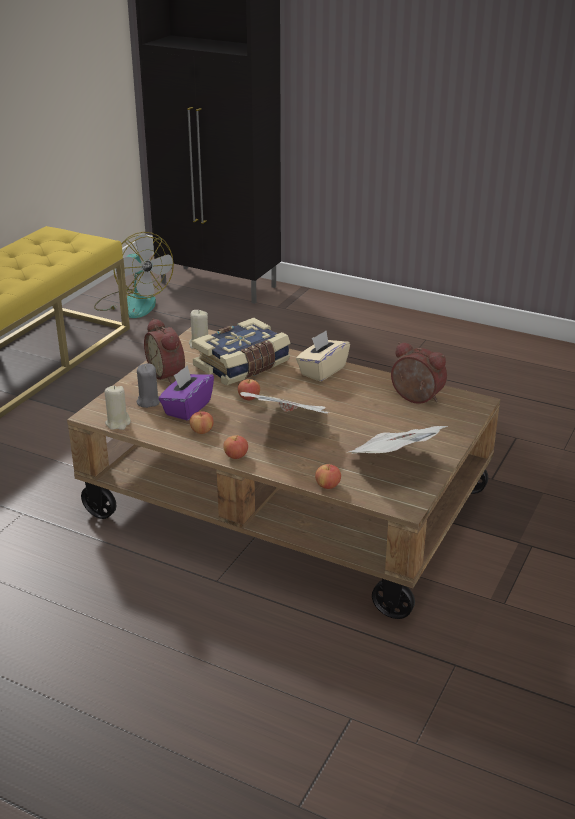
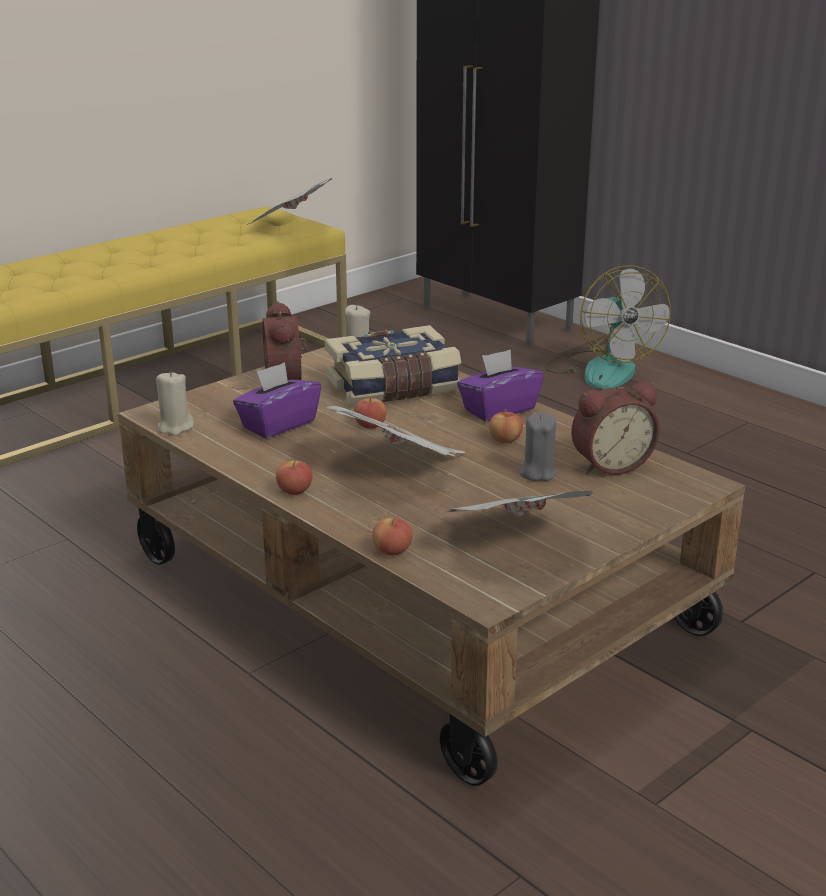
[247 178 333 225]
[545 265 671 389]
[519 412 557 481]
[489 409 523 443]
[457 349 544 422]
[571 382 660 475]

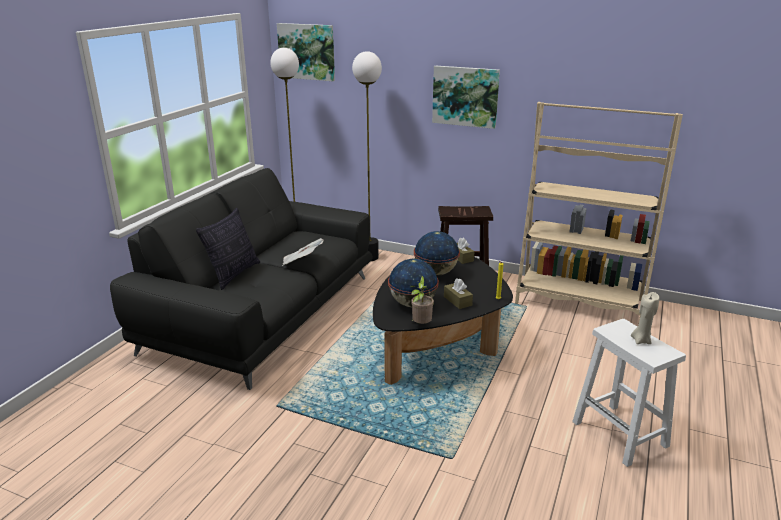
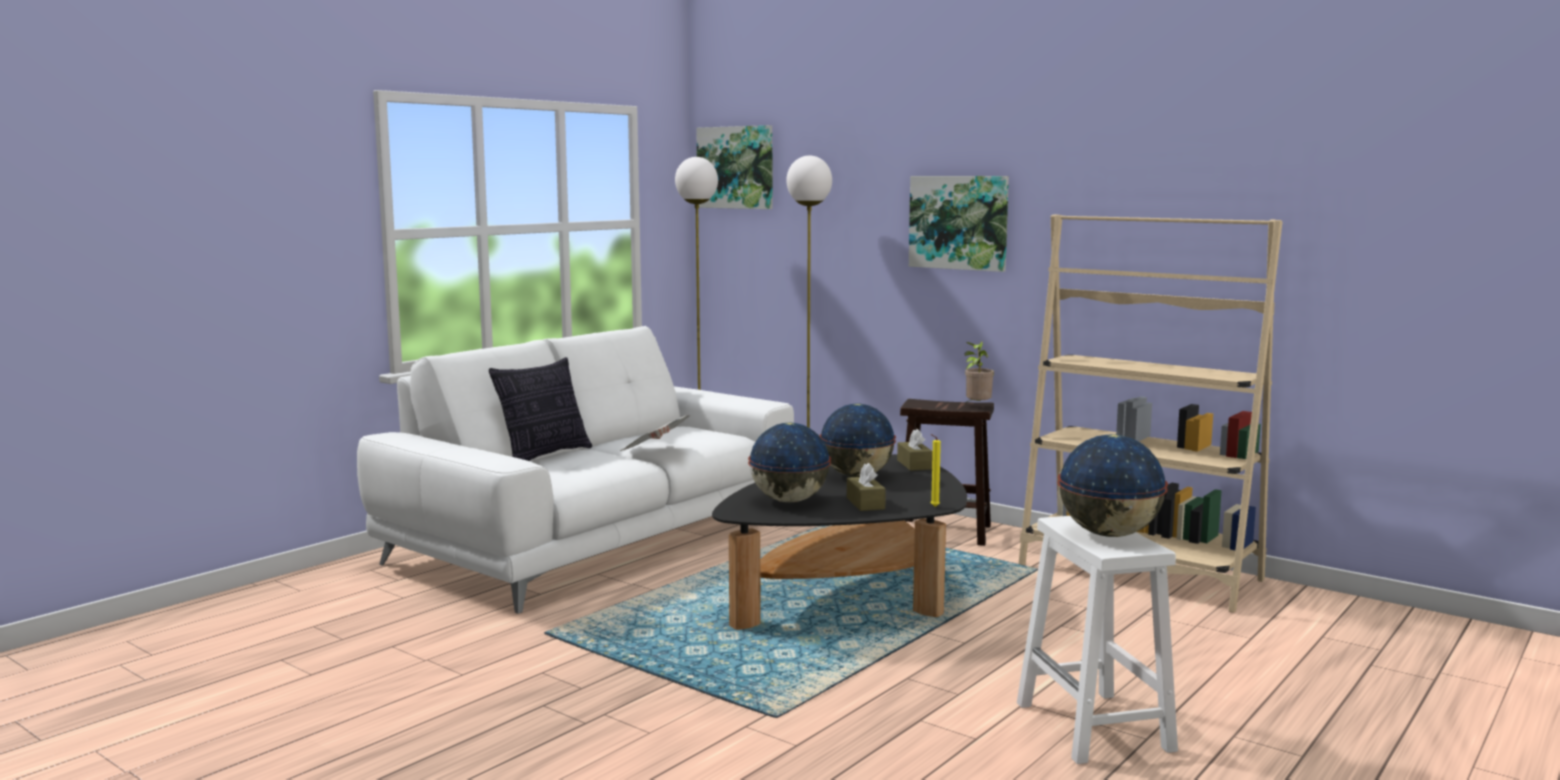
[965 341 994 404]
[1057 434 1168 537]
[357 326 794 614]

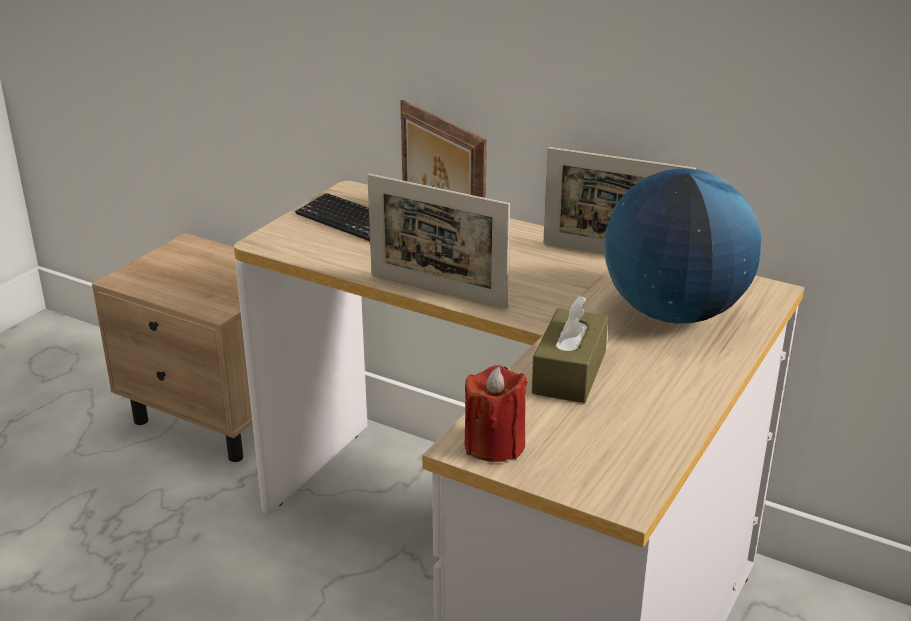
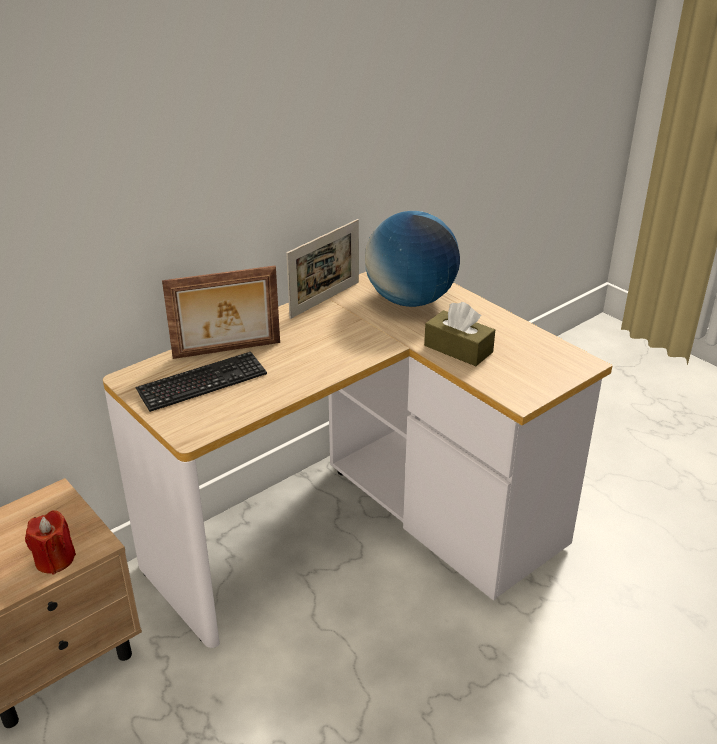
[367 174 510 309] (first image)
[25 510 76 574]

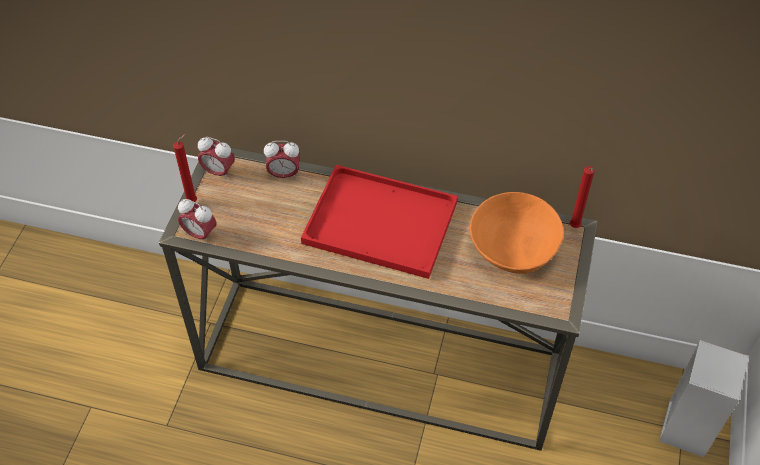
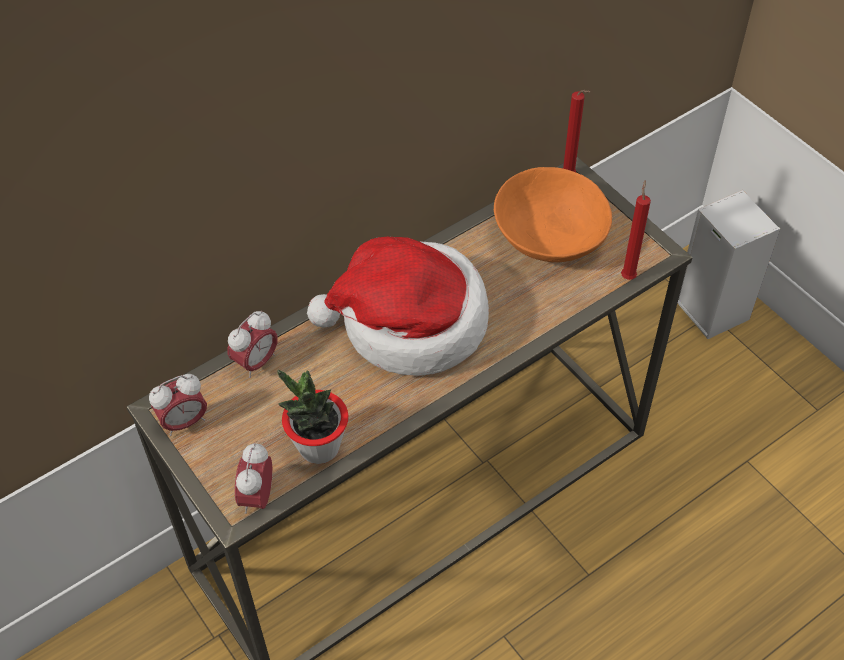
[277 369 348 464]
[621 180 651 280]
[307 236 489 376]
[235 443 272 514]

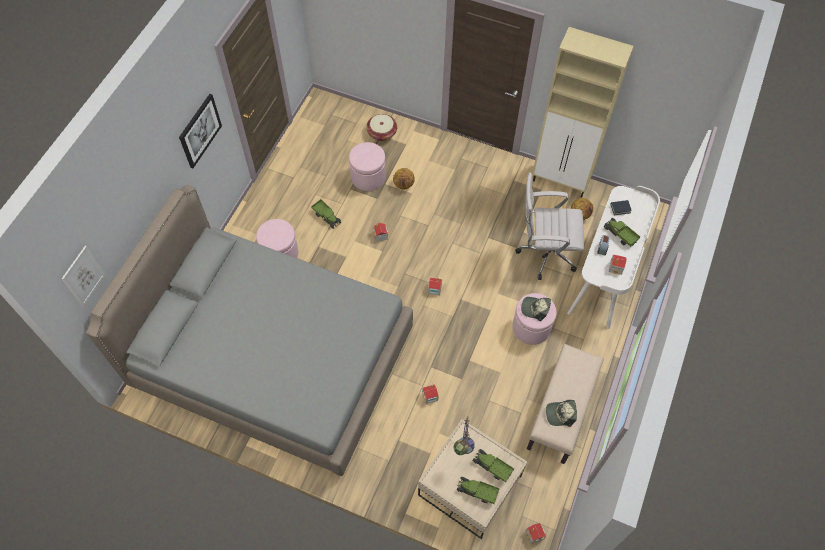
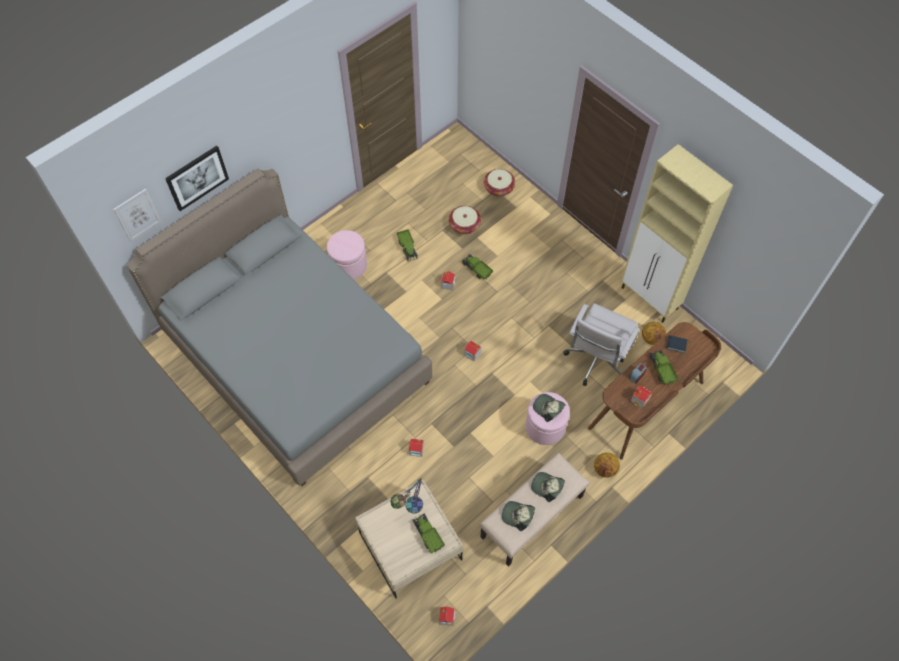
[531 472 565 502]
[165 146 229 211]
[594 453 620 477]
[462 254 493 279]
[449 206 481 234]
[588 322 721 460]
[563 303 640 386]

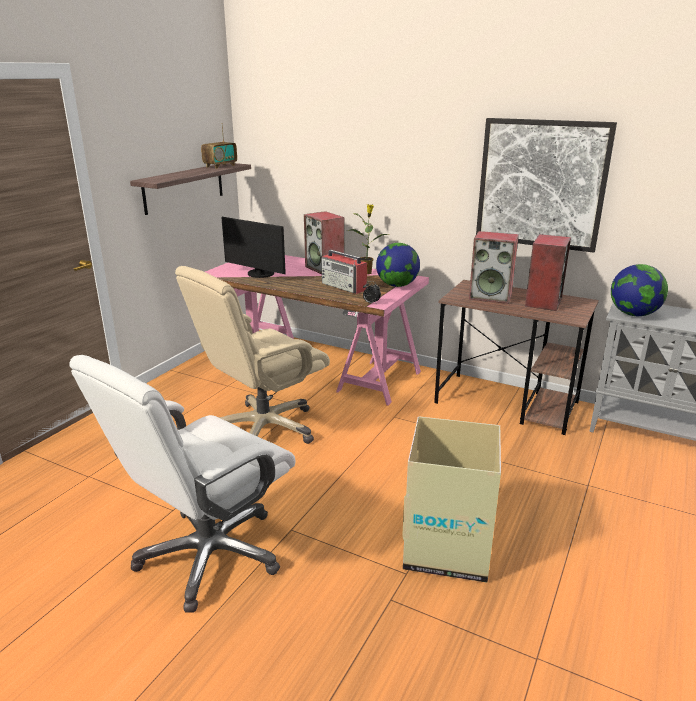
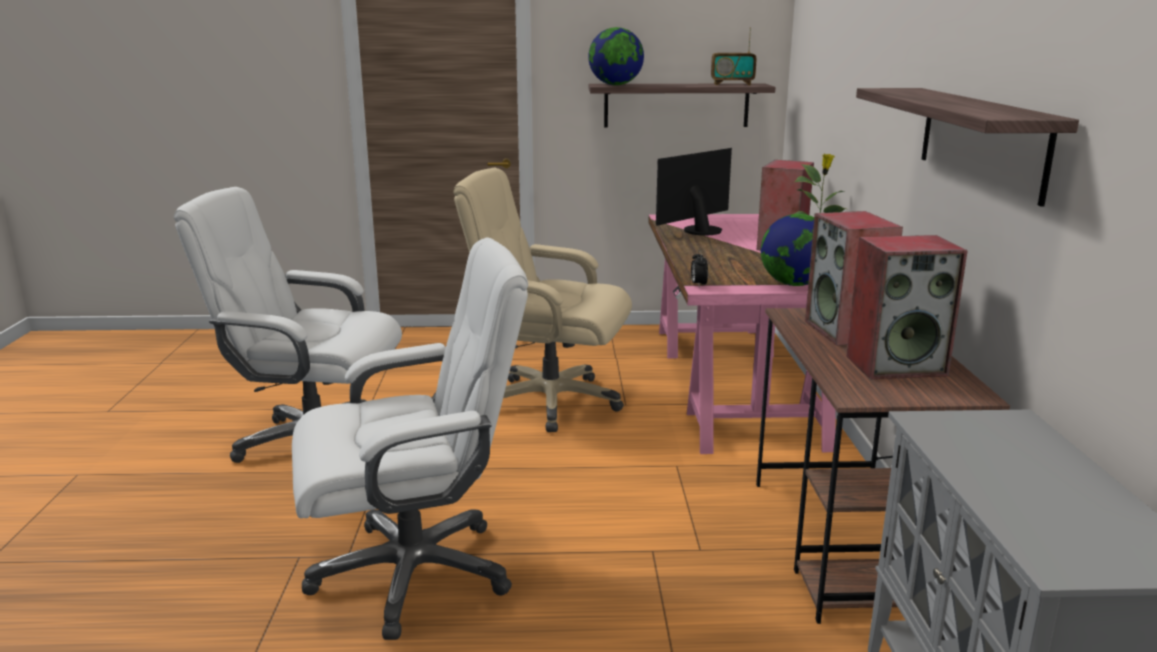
[321 250 367 294] (first image)
[588 27 644 85]
[292 238 528 640]
[856 88 1079 207]
[656 148 732 236]

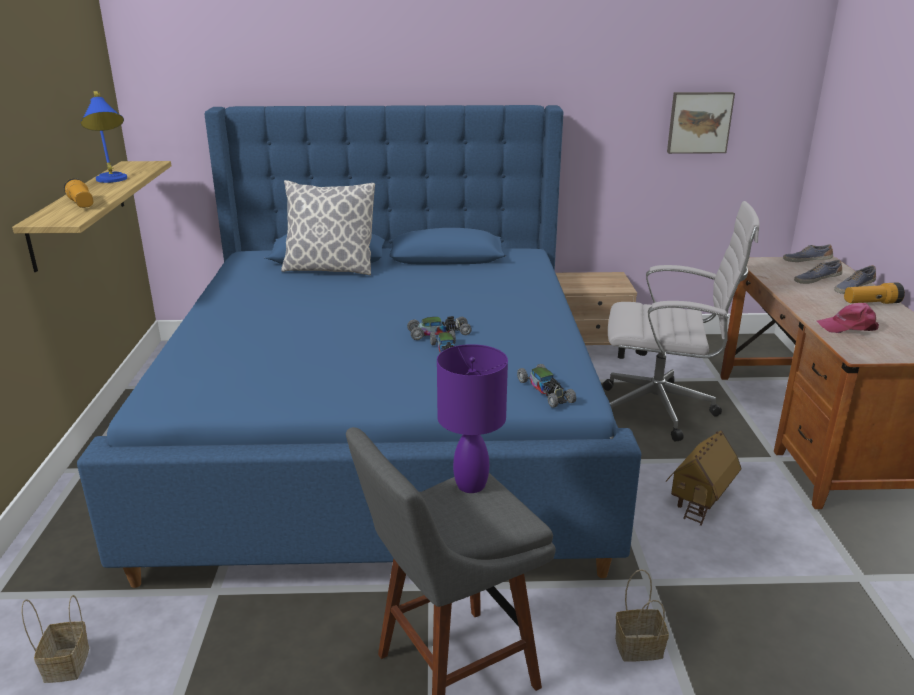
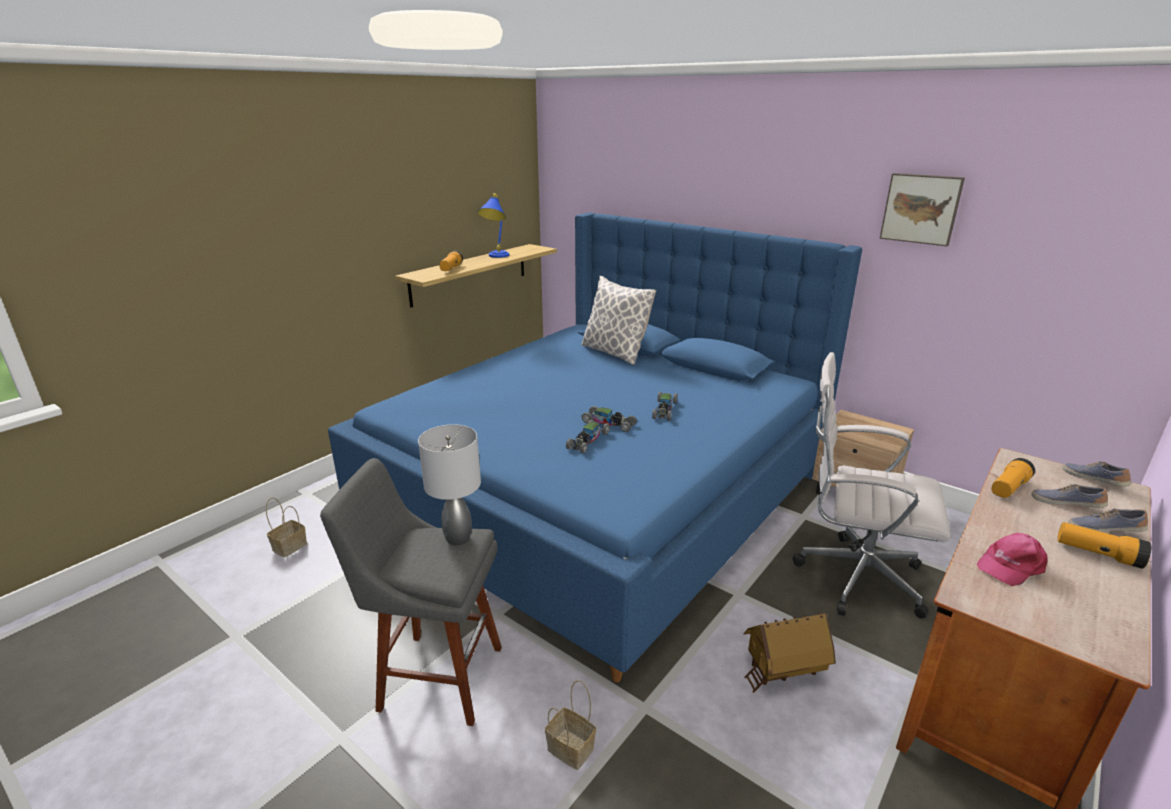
[991 458 1035 498]
[652 392 678 421]
[880 173 965 246]
[418 425 481 545]
[793 352 951 619]
[977 533 1047 586]

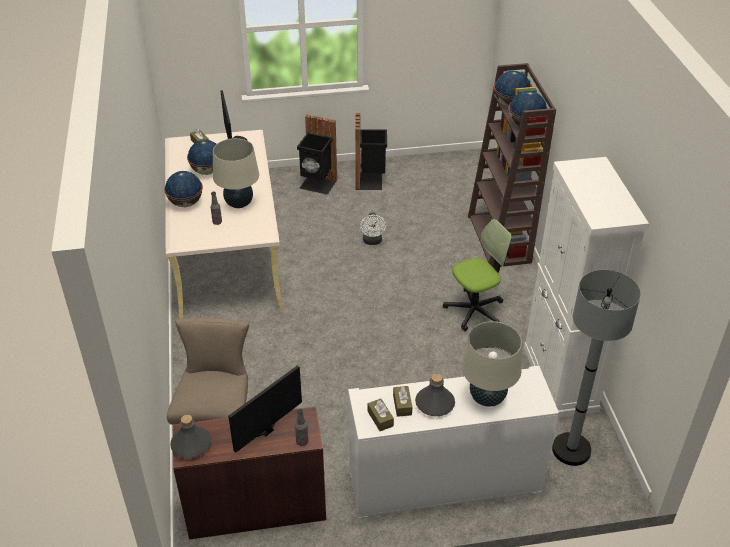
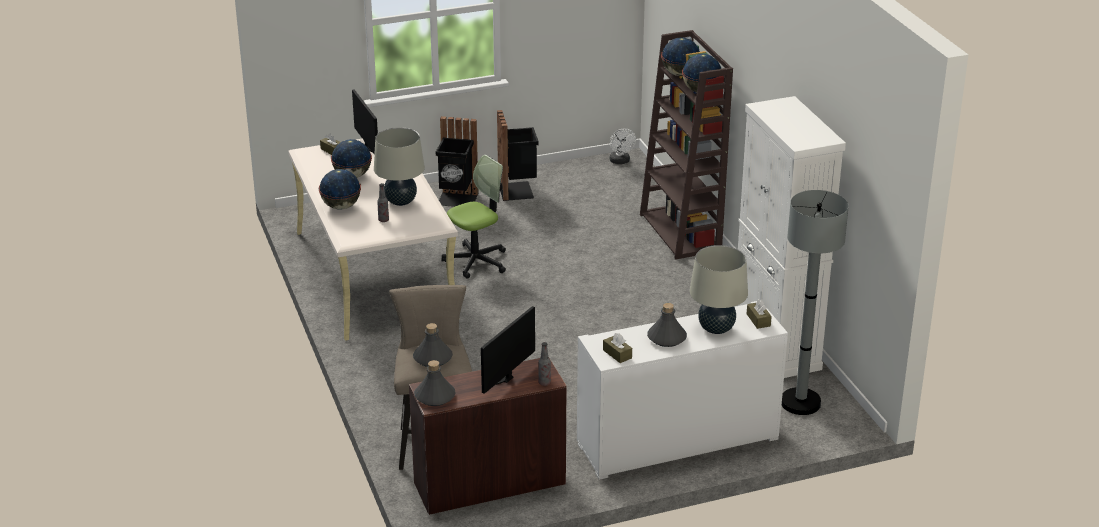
[413 323 453 367]
[610 128 636 164]
[747 299 772 329]
[441 155 506 279]

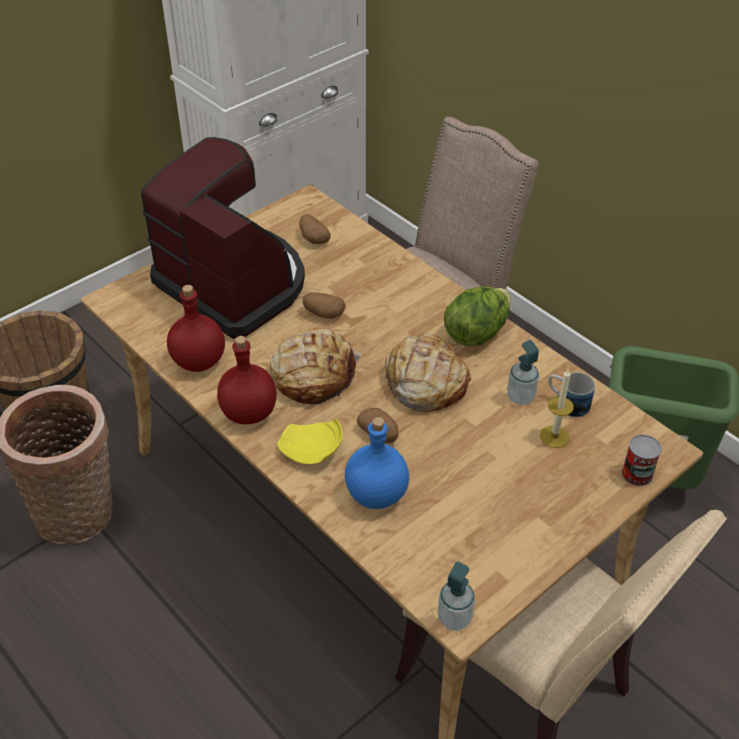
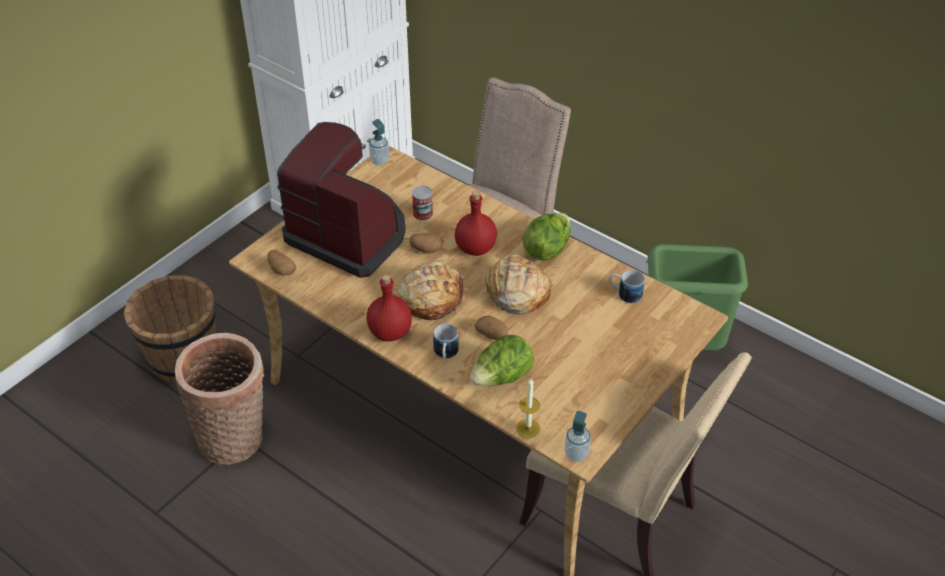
[455 191 497 256]
[267 250 296 276]
[369 119 389 165]
[516 378 540 438]
[412 186 433 220]
[433 324 459 359]
[470 335 534 385]

